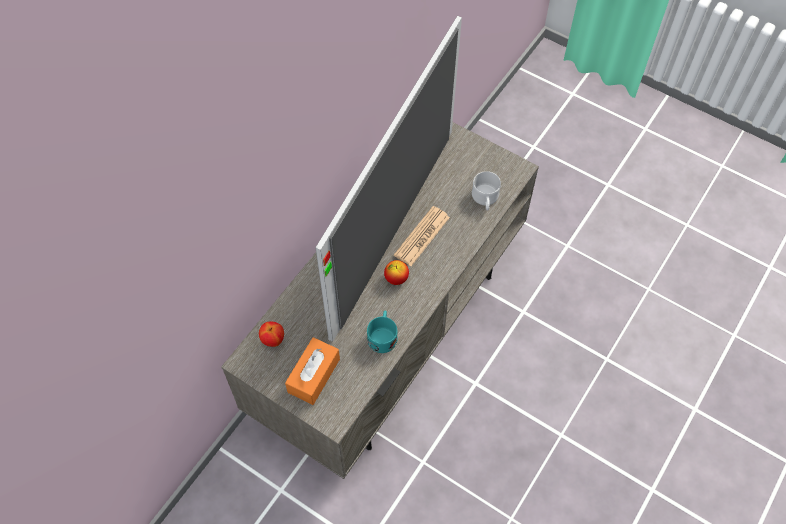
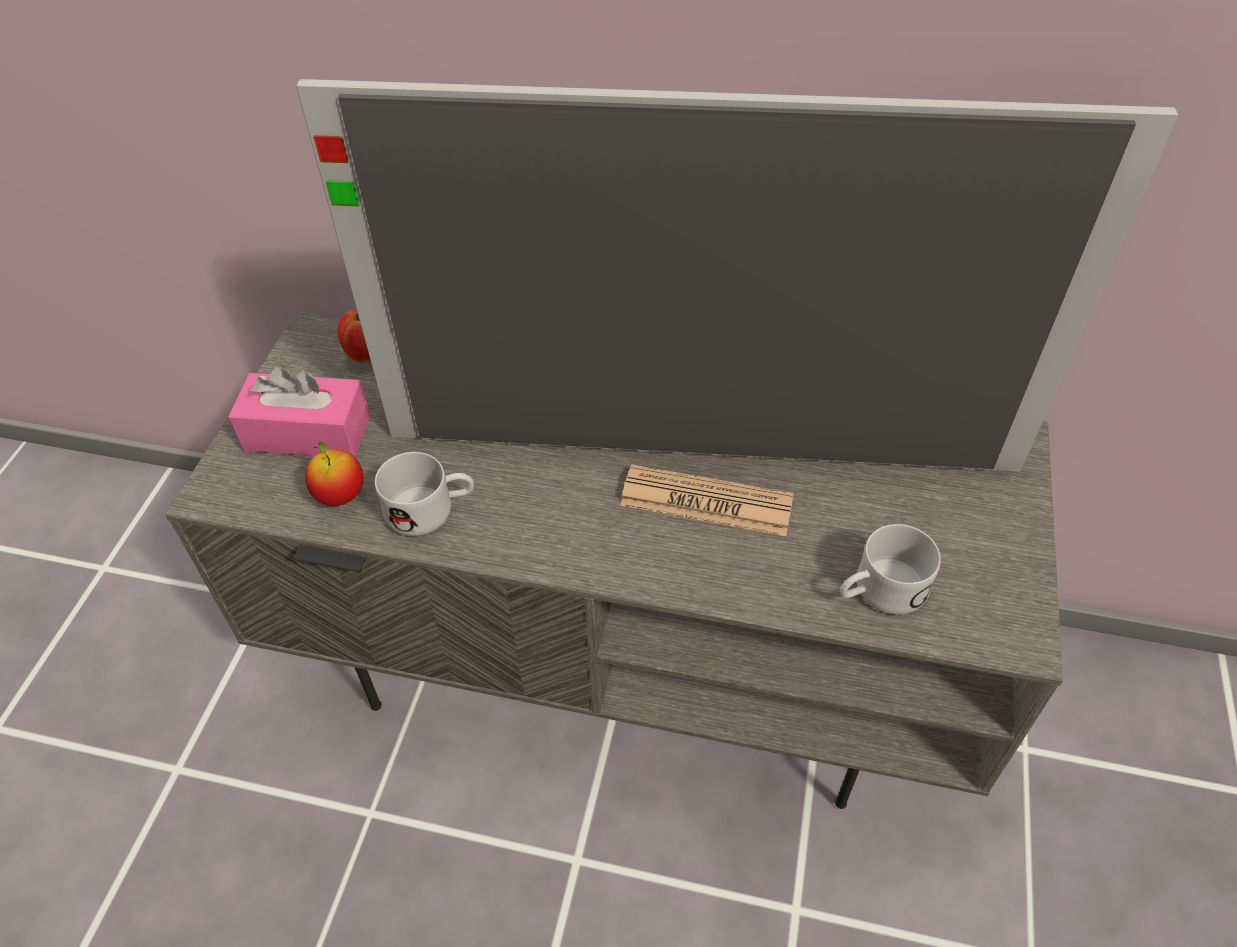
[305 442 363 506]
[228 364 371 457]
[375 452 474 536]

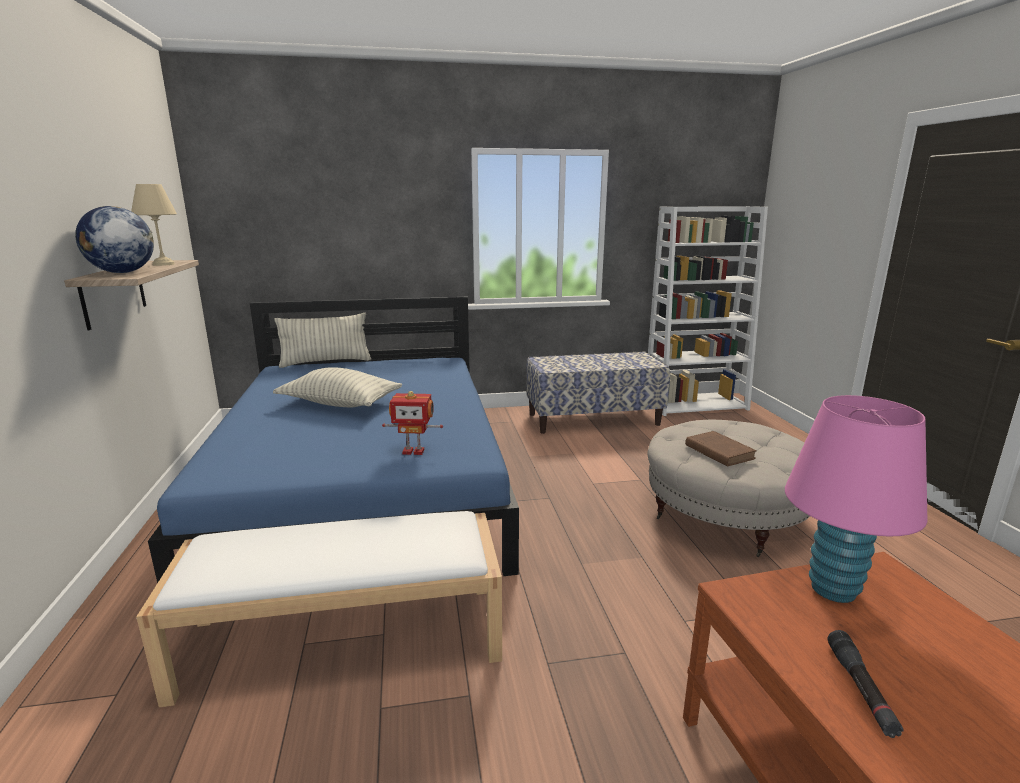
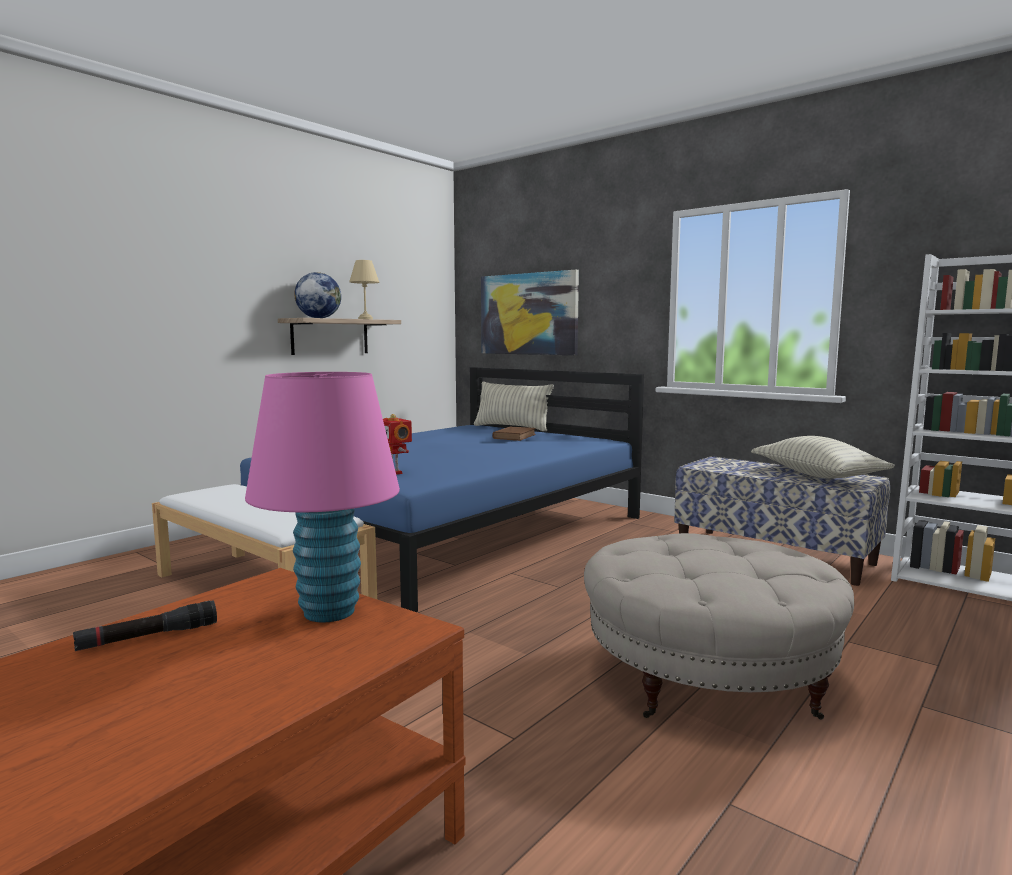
[481 270 579 355]
[751 436 895 479]
[492 426 536 441]

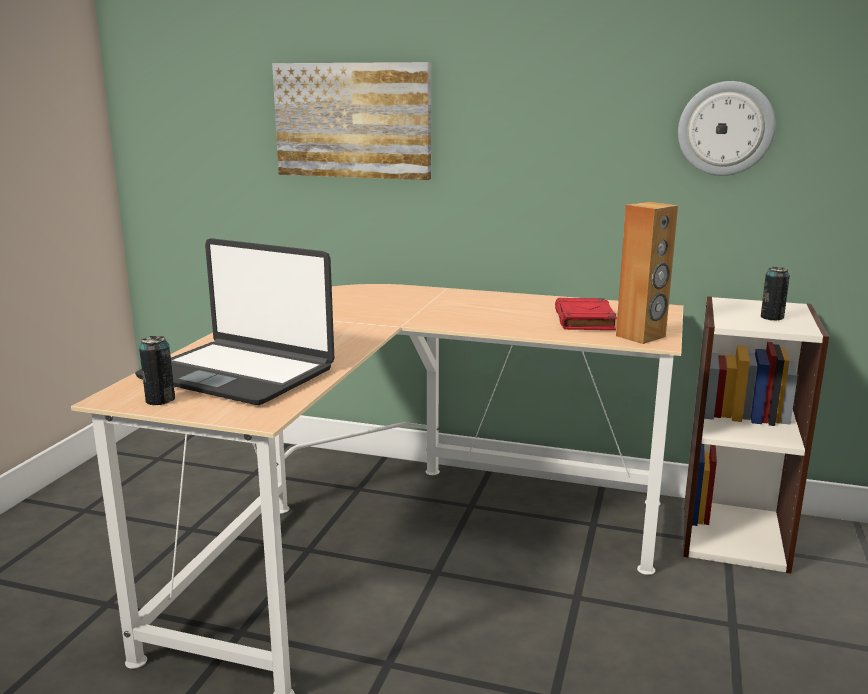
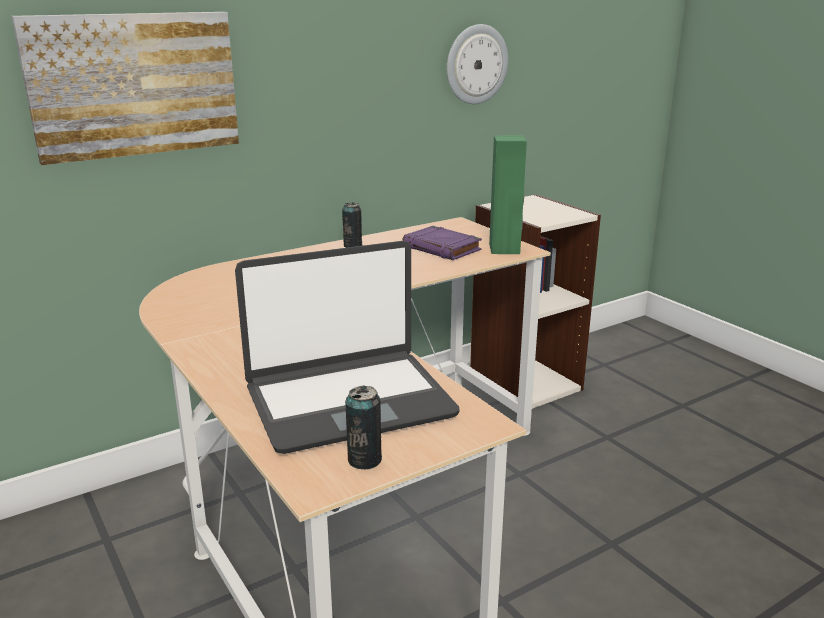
[342 202 363 248]
[402 226 482 260]
[489 135 527 254]

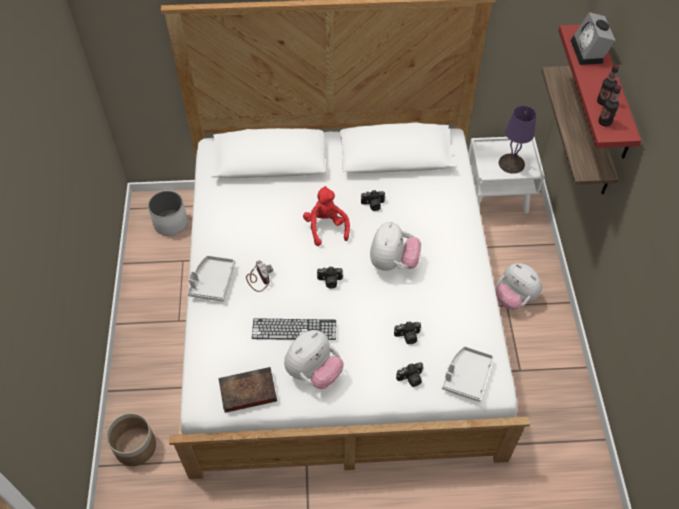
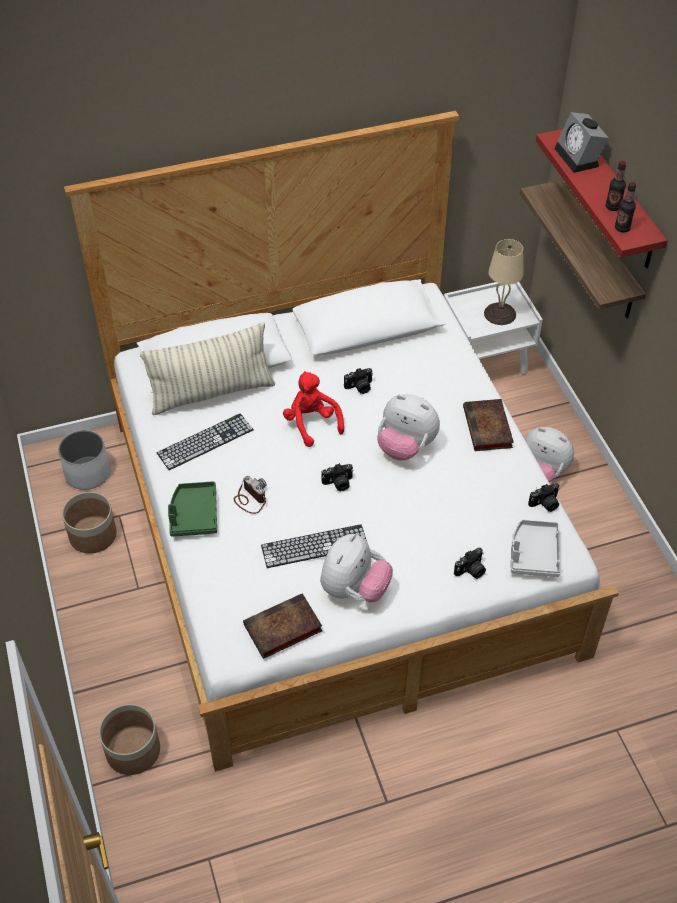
[62 492 117 554]
[140 323 275 415]
[157 413 254 470]
[463 399 514 451]
[528 483 560 512]
[168 481 217 537]
[484 239 523 325]
[377 394 440 461]

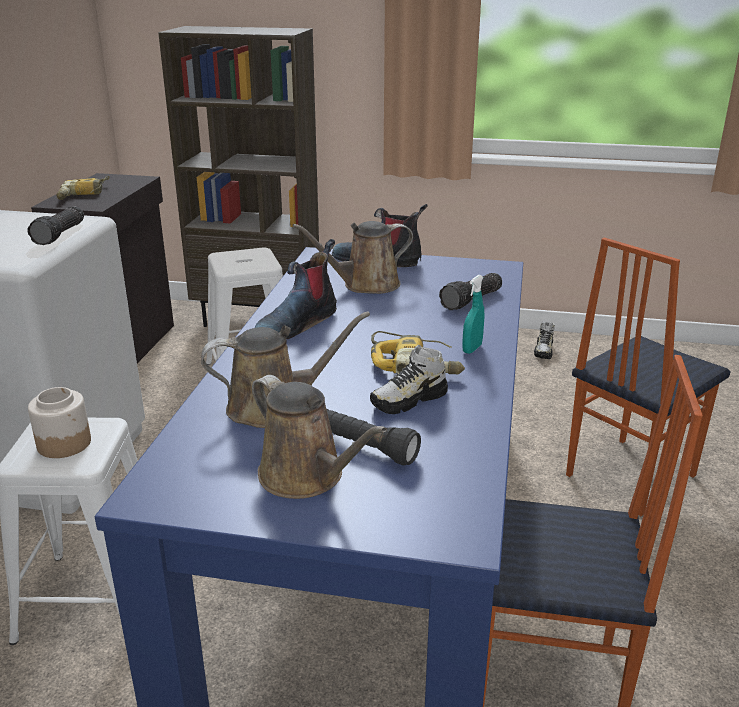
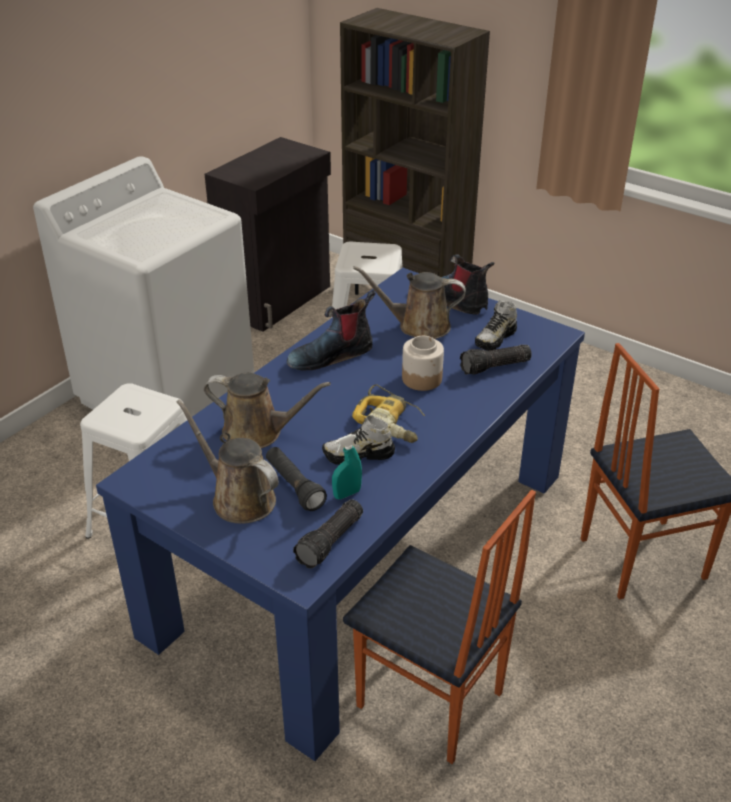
[57 176 110 200] (first image)
[293 499 363 569]
[402 336 444 391]
[332 434 362 499]
[475 300 517 351]
[177 399 279 524]

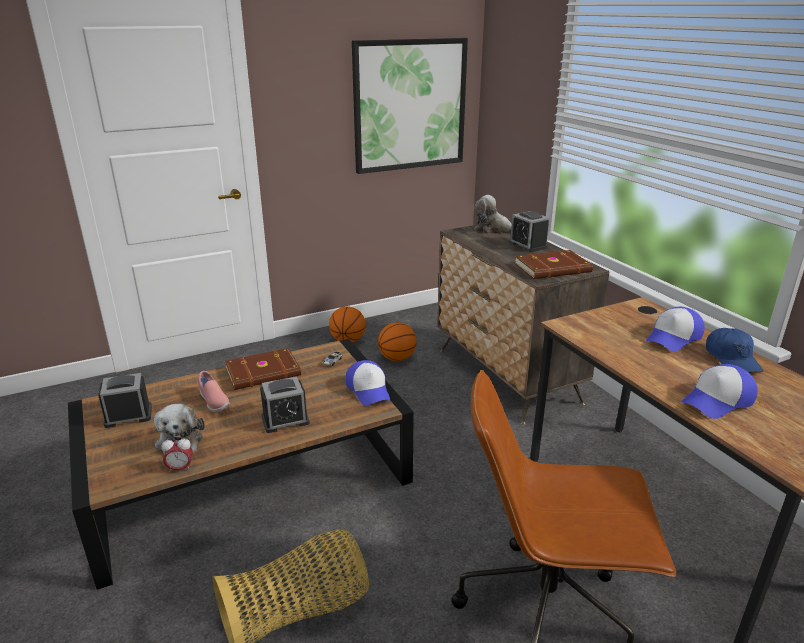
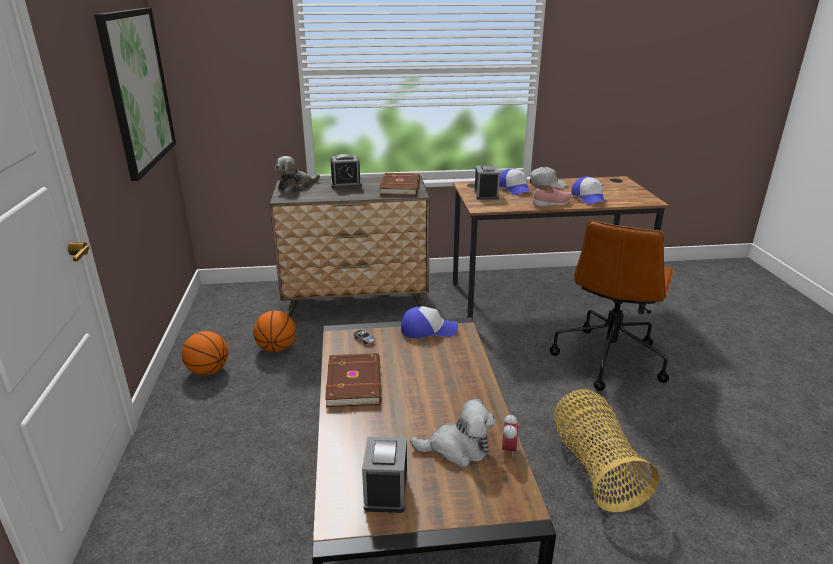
[533 187 572 207]
[475 165 500 200]
[530 167 567 189]

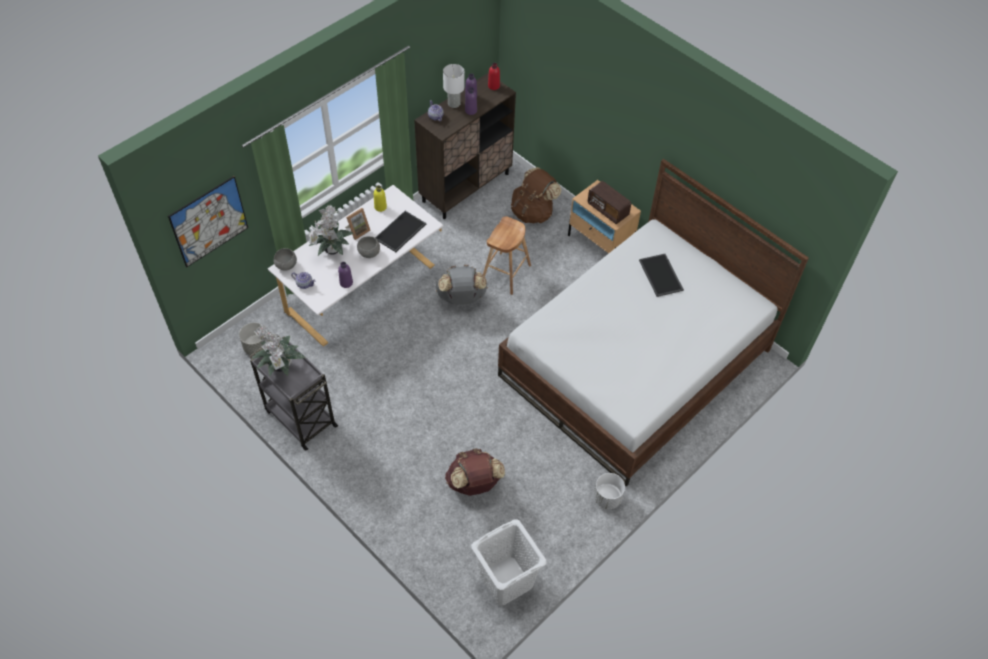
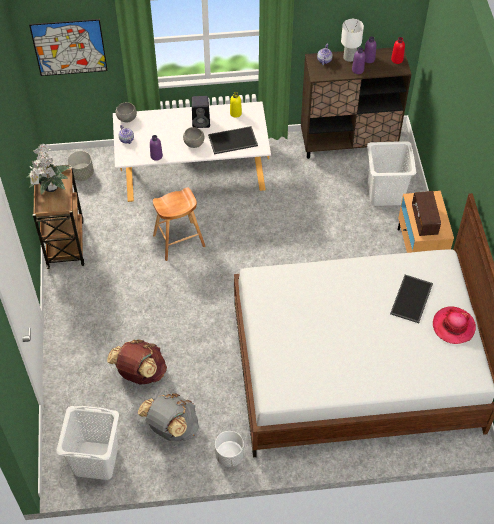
[309 205 354 256] (first image)
[433 306 476 344]
[138 394 199 441]
[153 188 206 261]
[192 96 210 128]
[367 141 416 206]
[33 165 84 269]

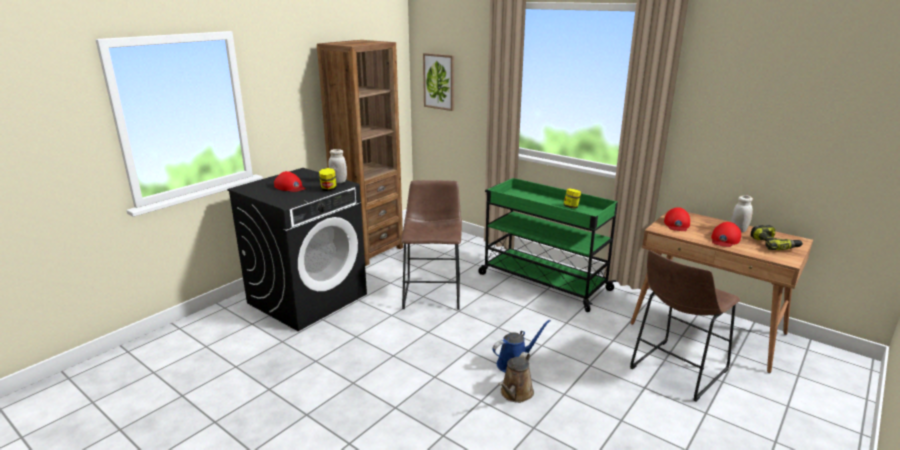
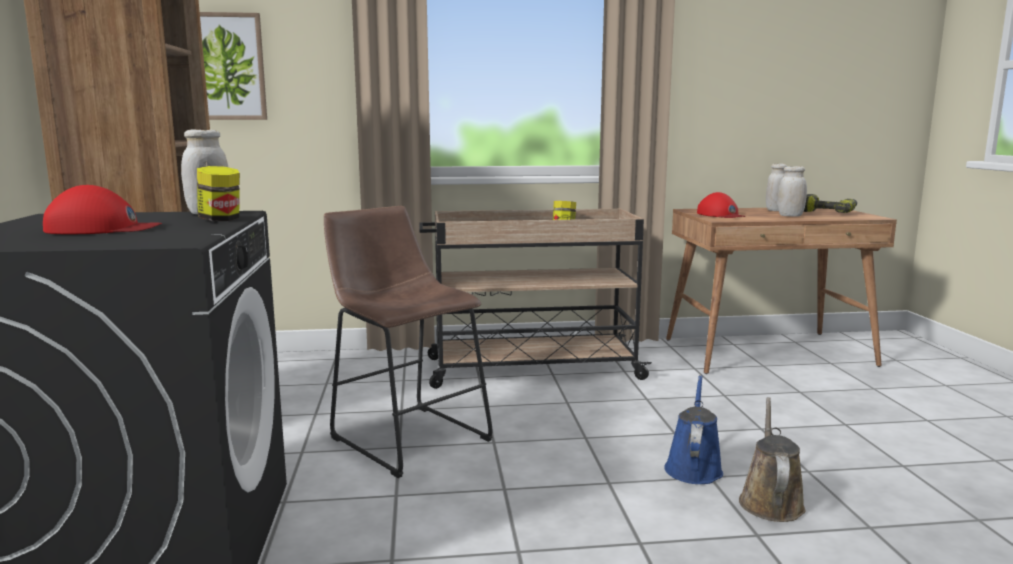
[630 250 740 402] (first image)
[778 166 807 217]
[419 209 652 389]
[739 397 805 522]

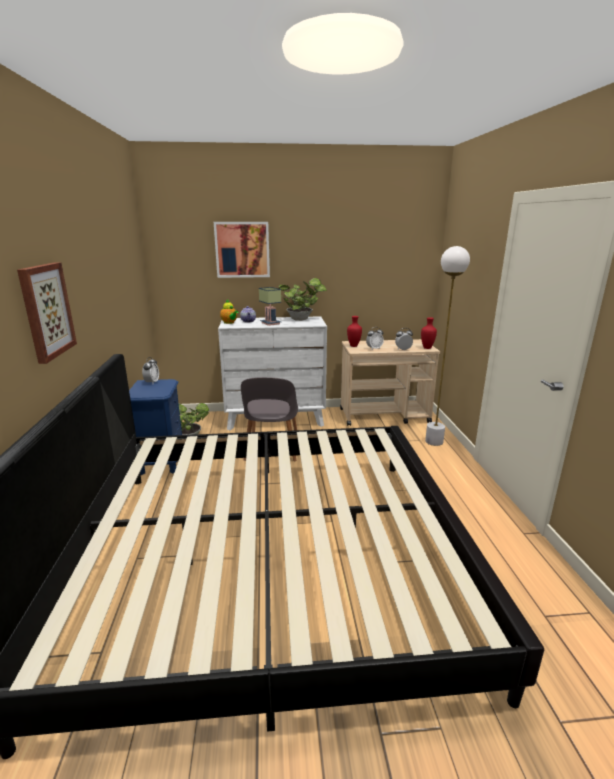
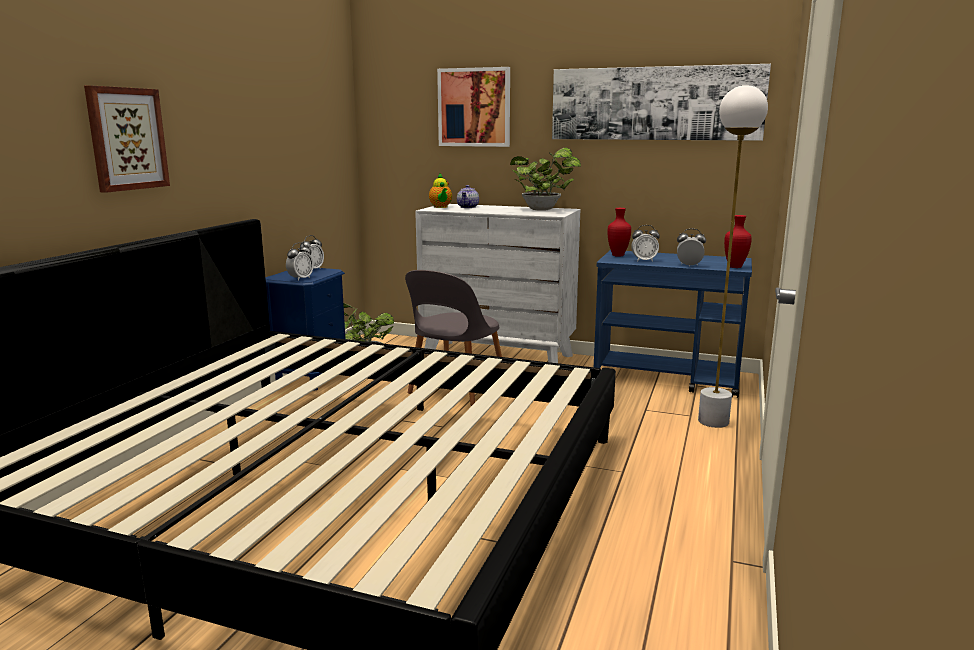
[259 287 281 326] (first image)
[286 242 314 281]
[552 64 771 141]
[594 250 752 398]

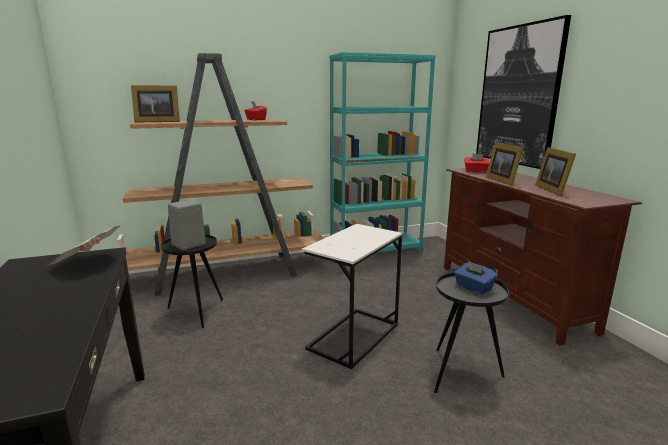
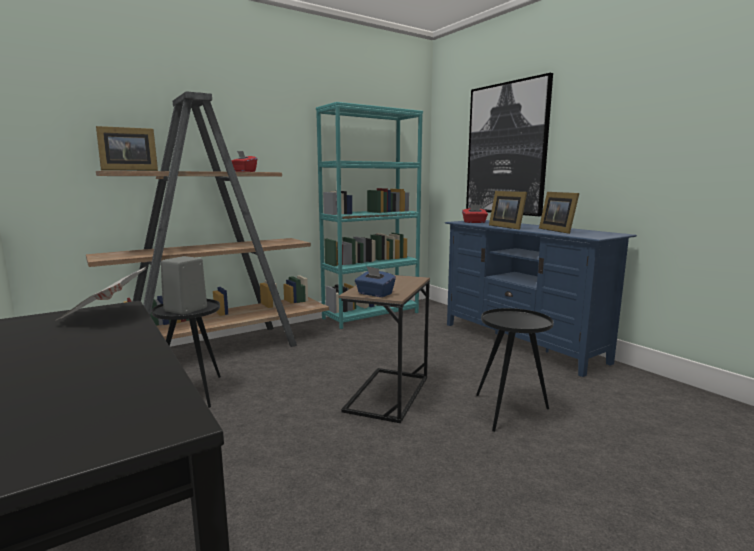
[355 266 396 297]
[338 275 430 423]
[445 220 637 377]

